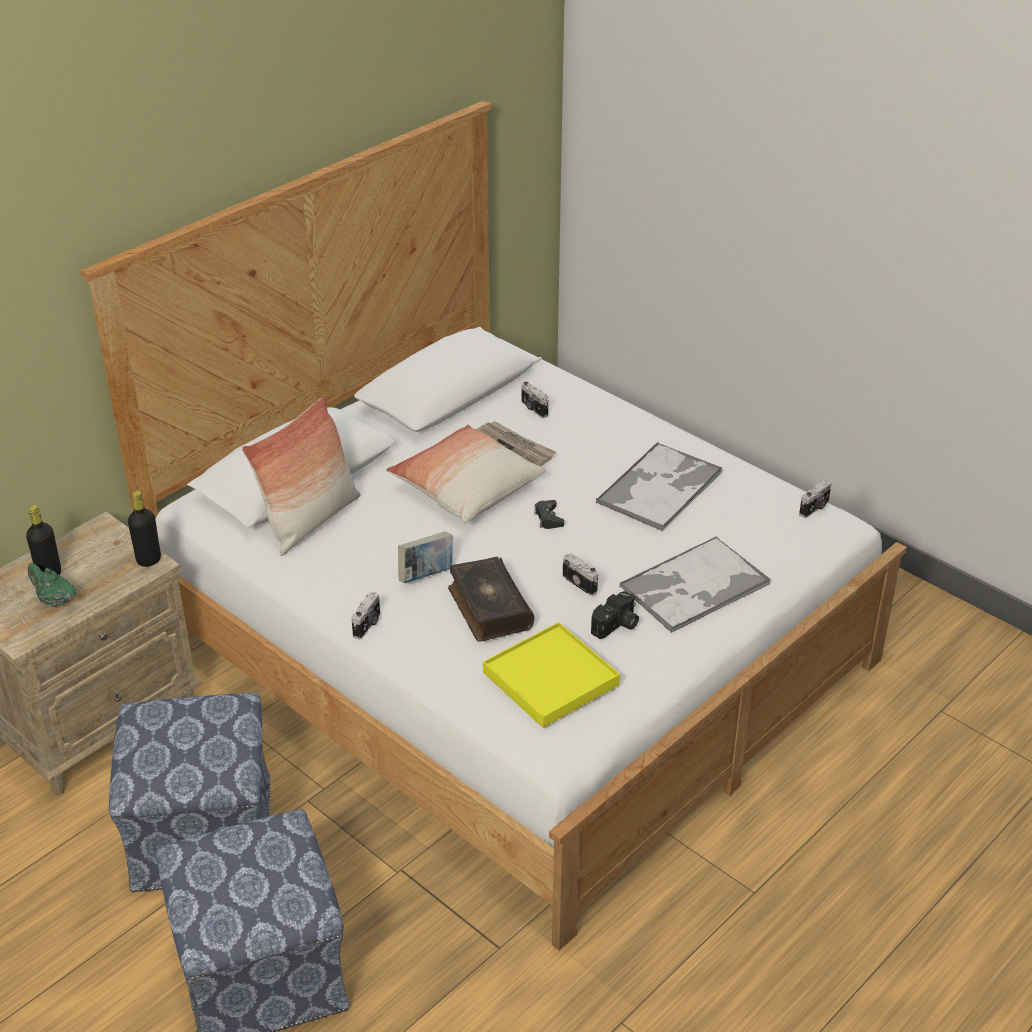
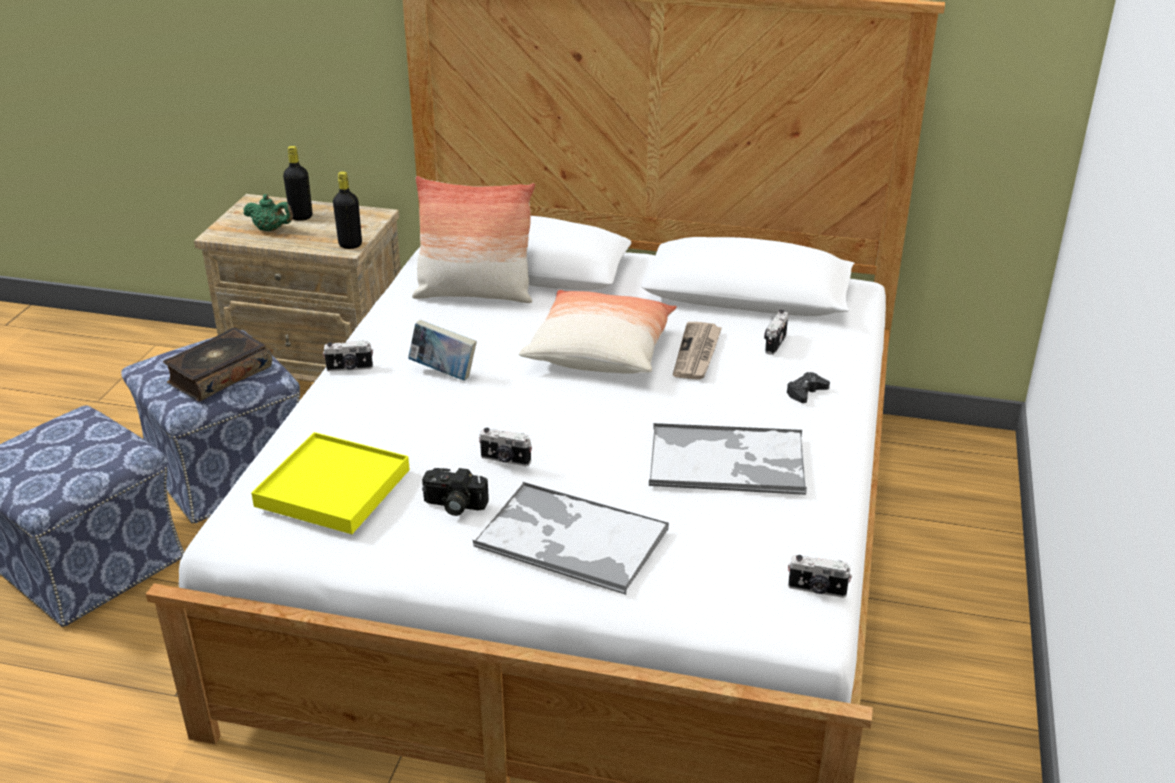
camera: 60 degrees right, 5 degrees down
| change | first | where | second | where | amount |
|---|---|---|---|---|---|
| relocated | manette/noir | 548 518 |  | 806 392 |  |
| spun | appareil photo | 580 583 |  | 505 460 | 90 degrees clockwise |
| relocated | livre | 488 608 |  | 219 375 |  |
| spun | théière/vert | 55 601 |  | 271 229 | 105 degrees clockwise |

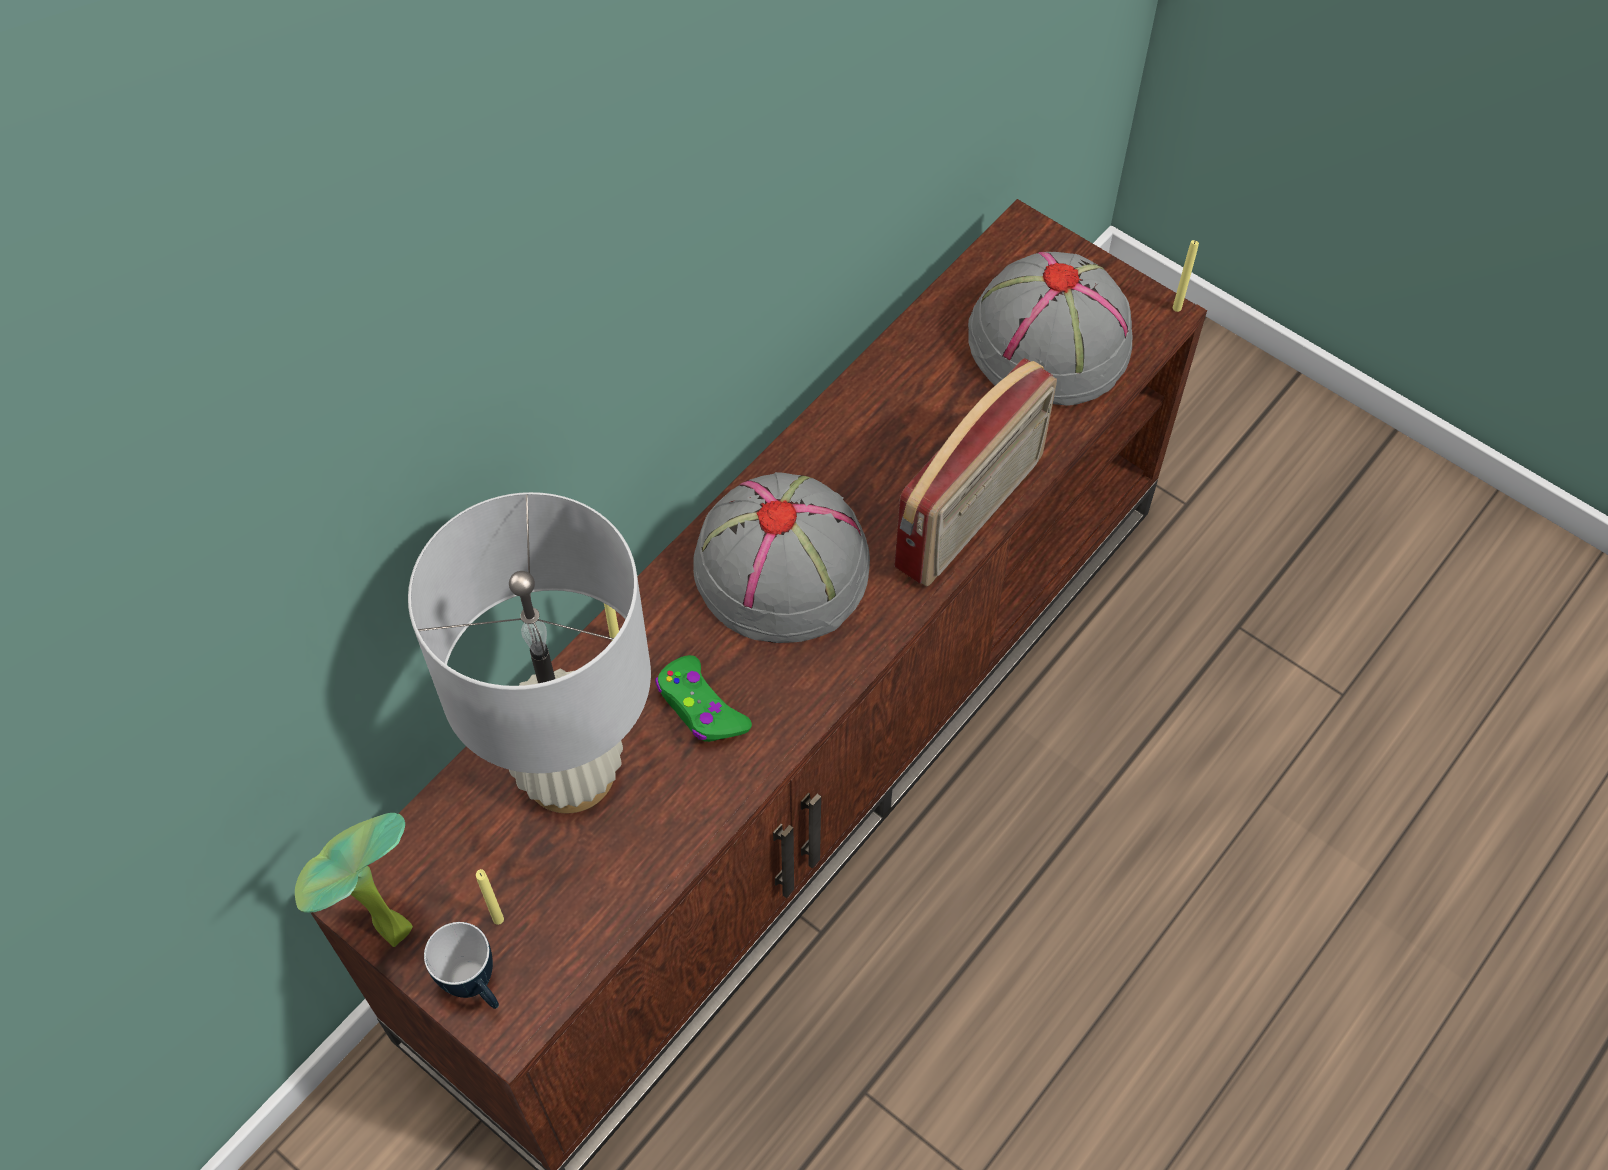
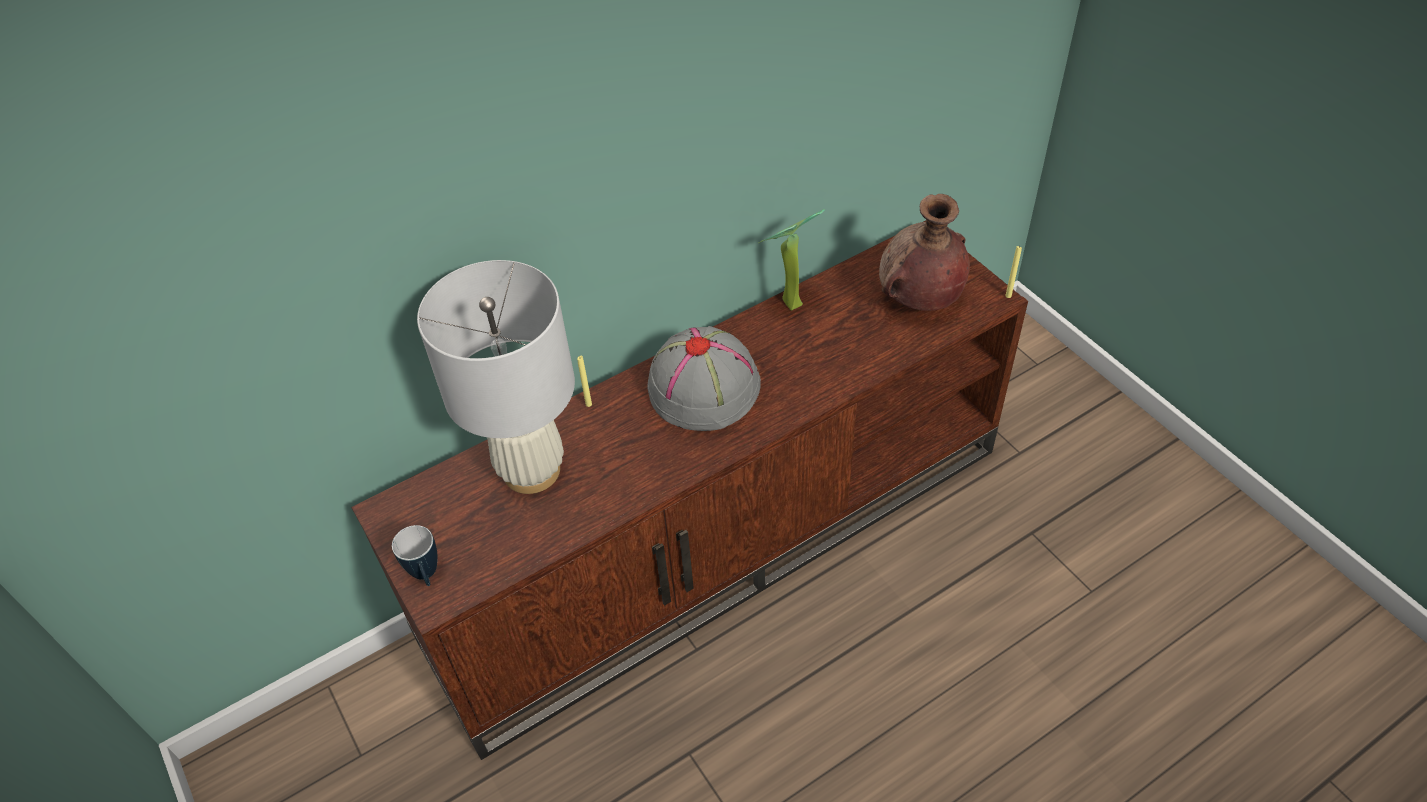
camera: 20 degrees right, 10 degrees down
| change | first | where | second | where | amount |
|---|---|---|---|---|---|
| exchanged | chapeau/gris | 1050 343 | vase/marron | 919 300 |  |
| missing | radio | 971 514 |  |  |  |
| missing | manette/vert | 700 708 |  |  |  |
| relocated | plante en pot | 383 930 |  | 786 303 |  |
| missing | bougie/jaune | 498 919 |  |  |  |

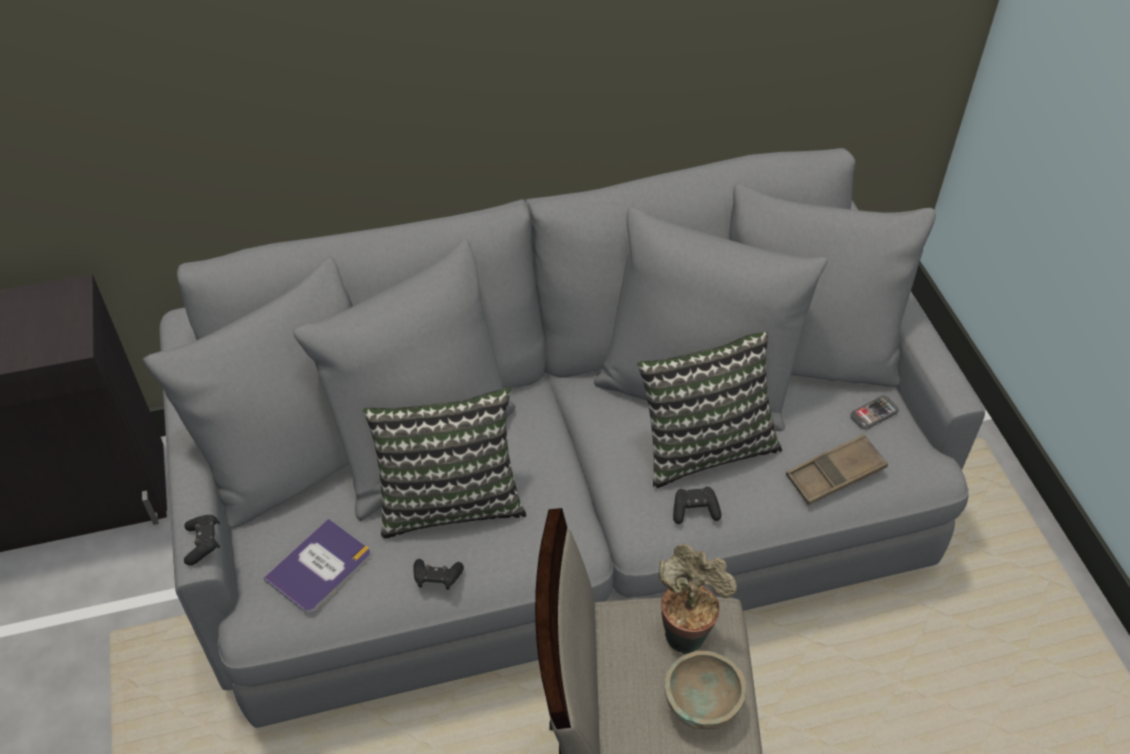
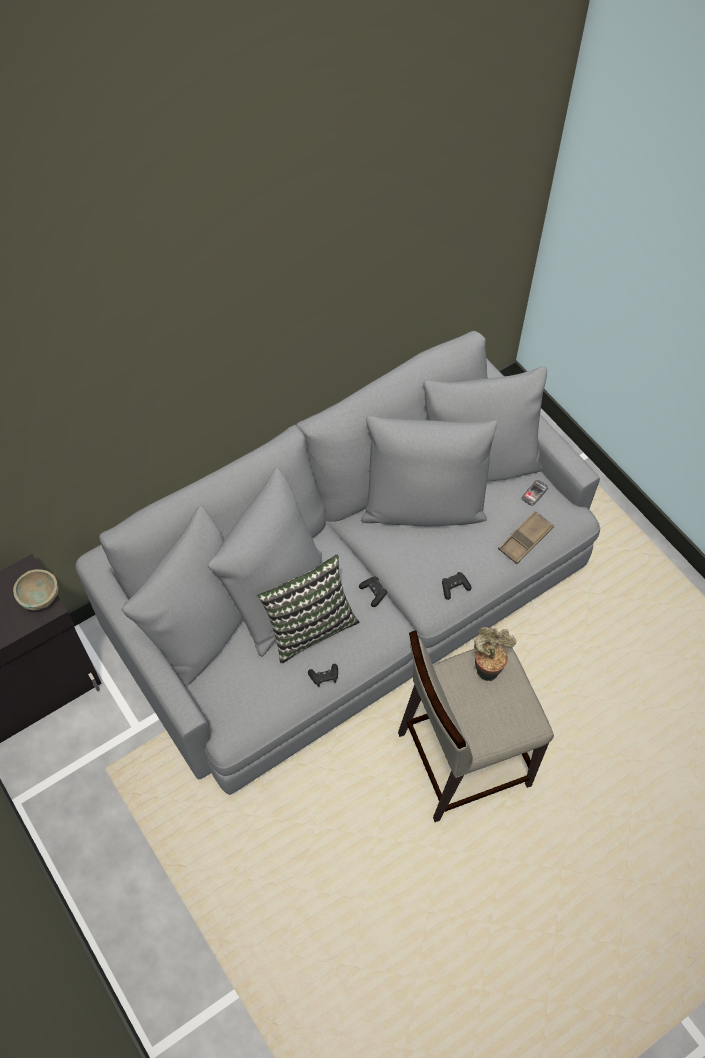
camera: 20 degrees left, 10 degrees up
| change | first | where | second | where | amount |
|---|---|---|---|---|---|
| missing | coussin | 704 445 |  |  |  |
| relocated | manette/noir | 204 544 |  | 373 593 |  |
| missing | livre | 319 567 |  |  |  |
| relocated | bol/beige | 701 704 |  | 40 598 |  |

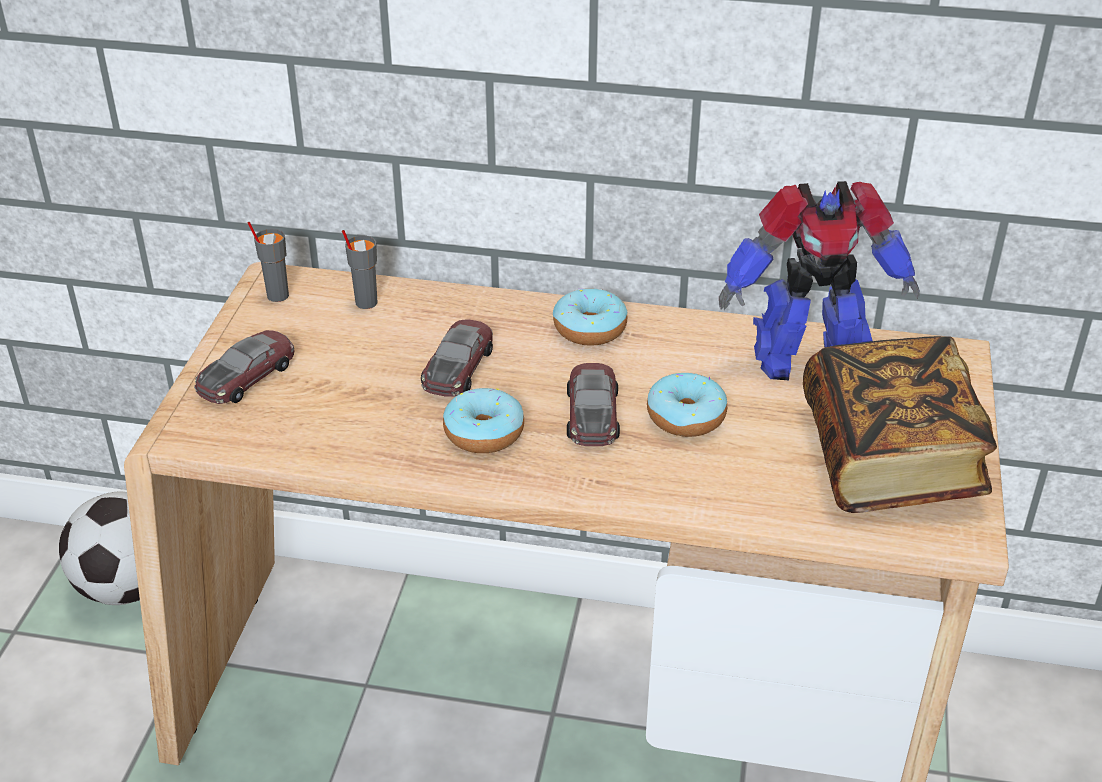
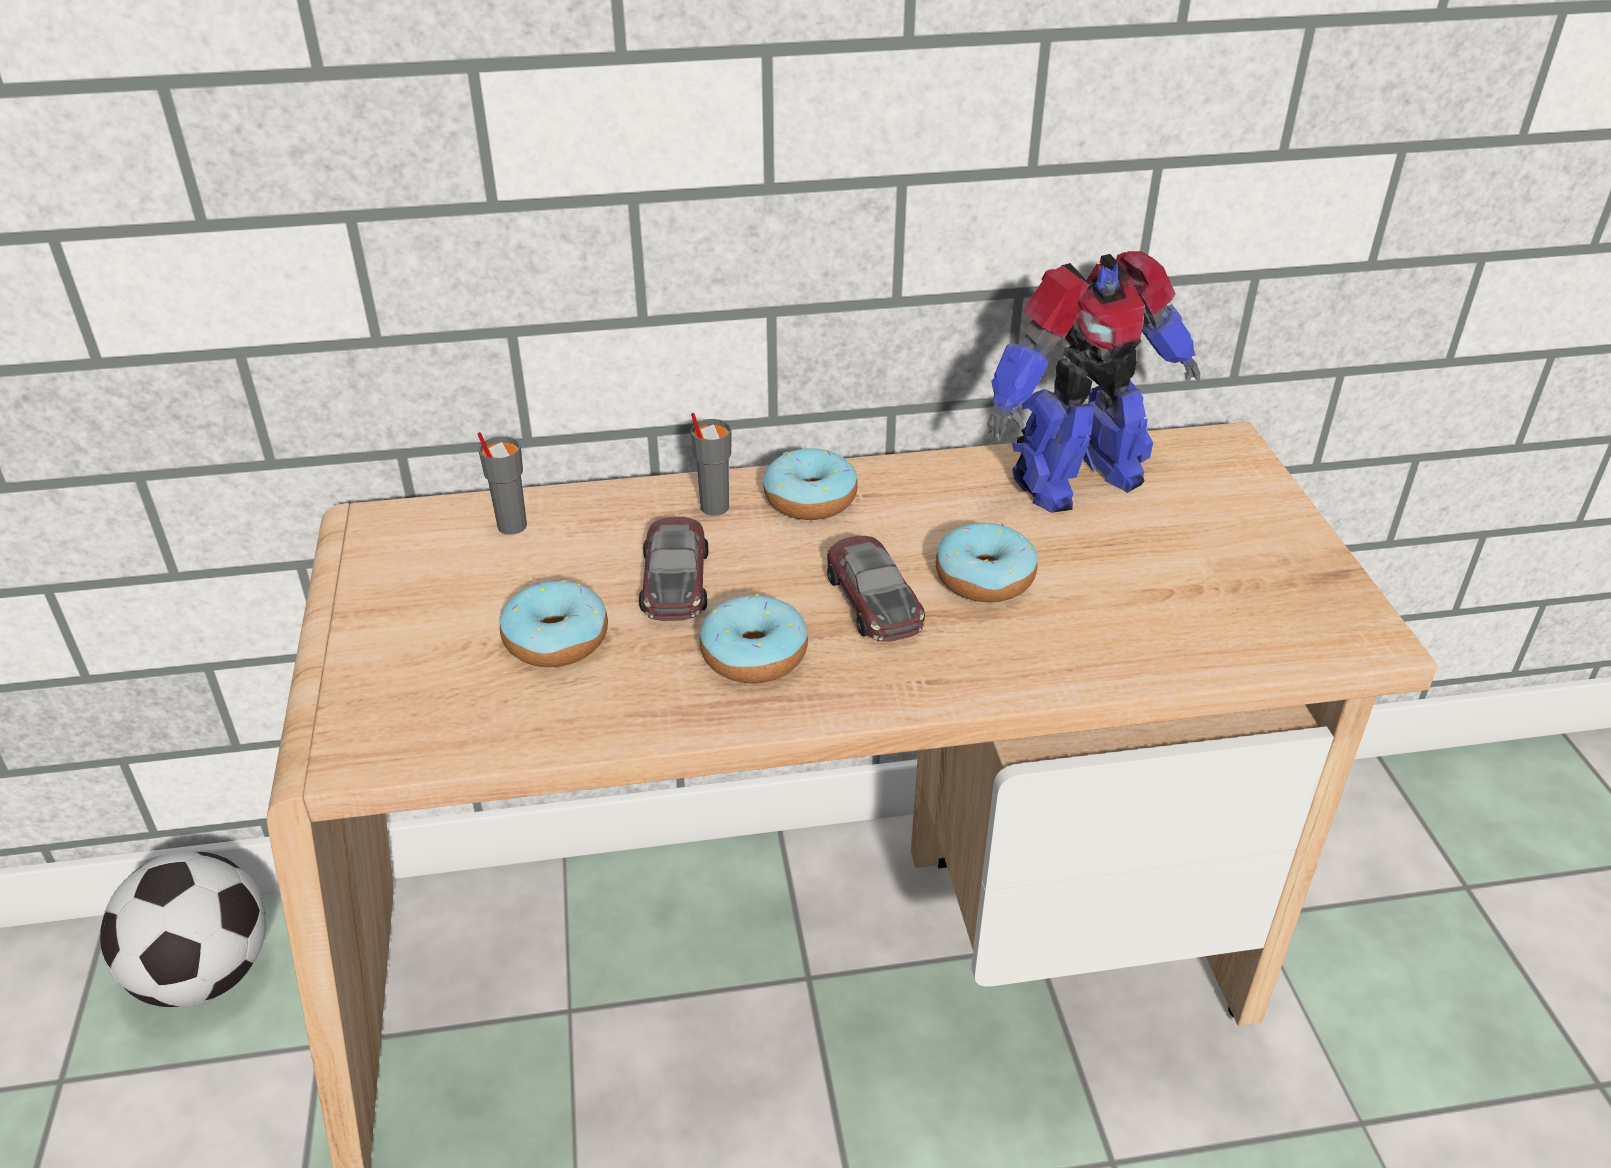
camera: 20 degrees left, 0 degrees up
| change | first | where | second | where | amount |
|---|---|---|---|---|---|
| relocated | tasse/gris | 277 295 |  | 713 507 |  |
| missing | petite voiture | 246 376 |  |  |  |
| missing | livre | 889 458 |  |  |  |
| appeared |  |  | beignet | 556 640 |  |

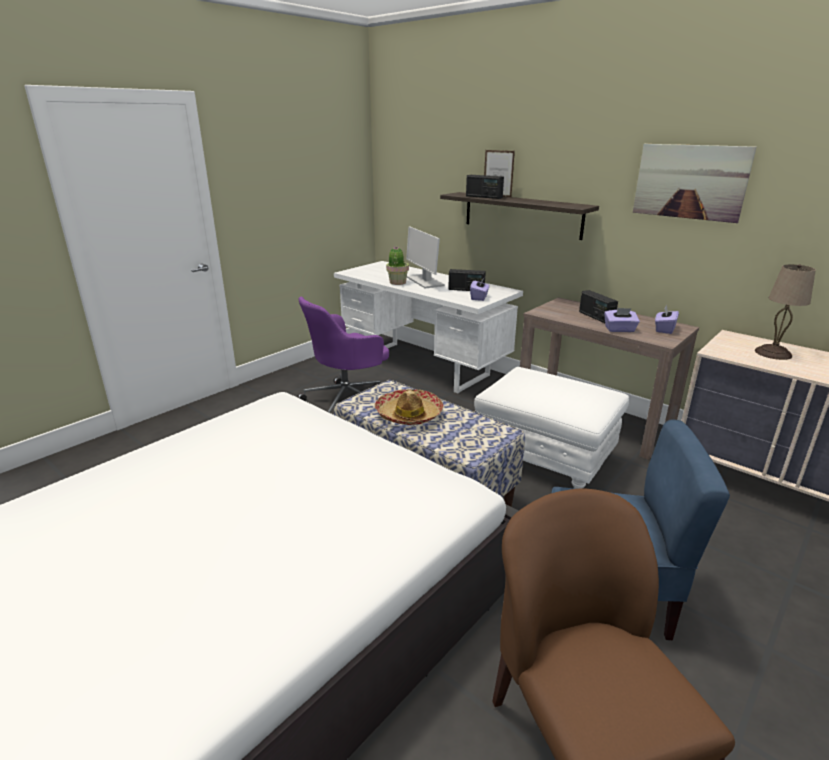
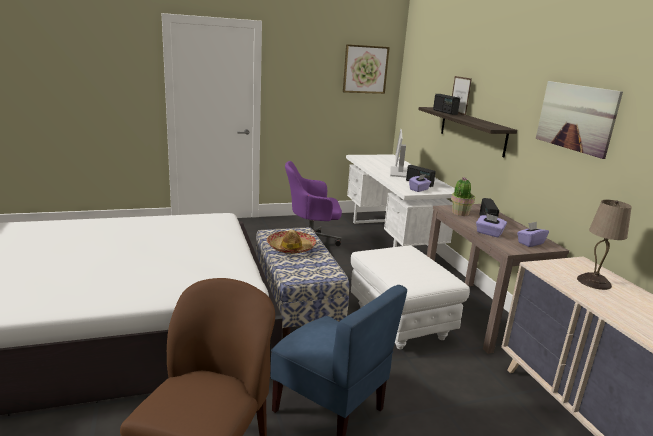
camera: 30 degrees right, 5 degrees down
| change | first | where | second | where | amount |
|---|---|---|---|---|---|
| relocated | plante en pot | 397 282 |  | 460 213 |  |
| appeared |  |  | tableau | 365 69 |  |

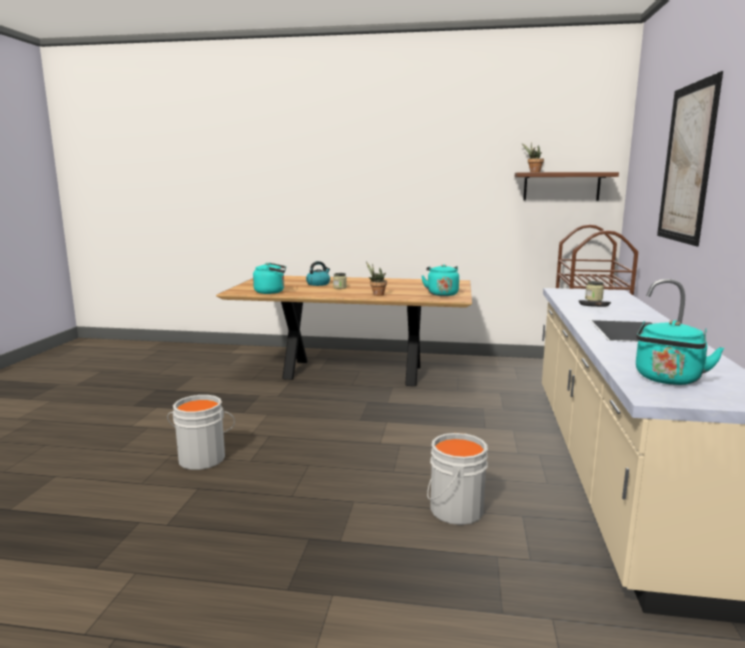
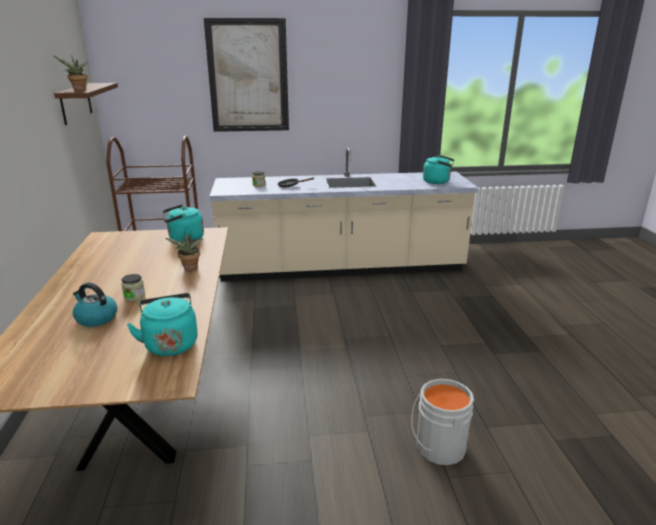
camera: 105 degrees left, 10 degrees up
| change | first | where | second | where | amount |
|---|---|---|---|---|---|
| missing | seau/gris | 453 509 |  |  |  |

